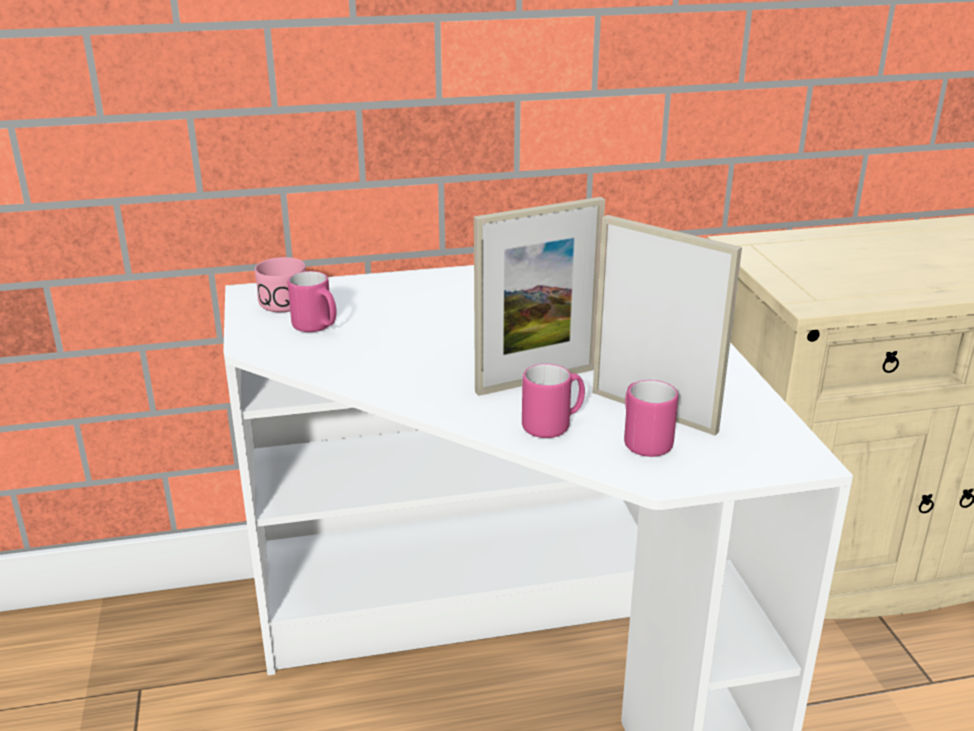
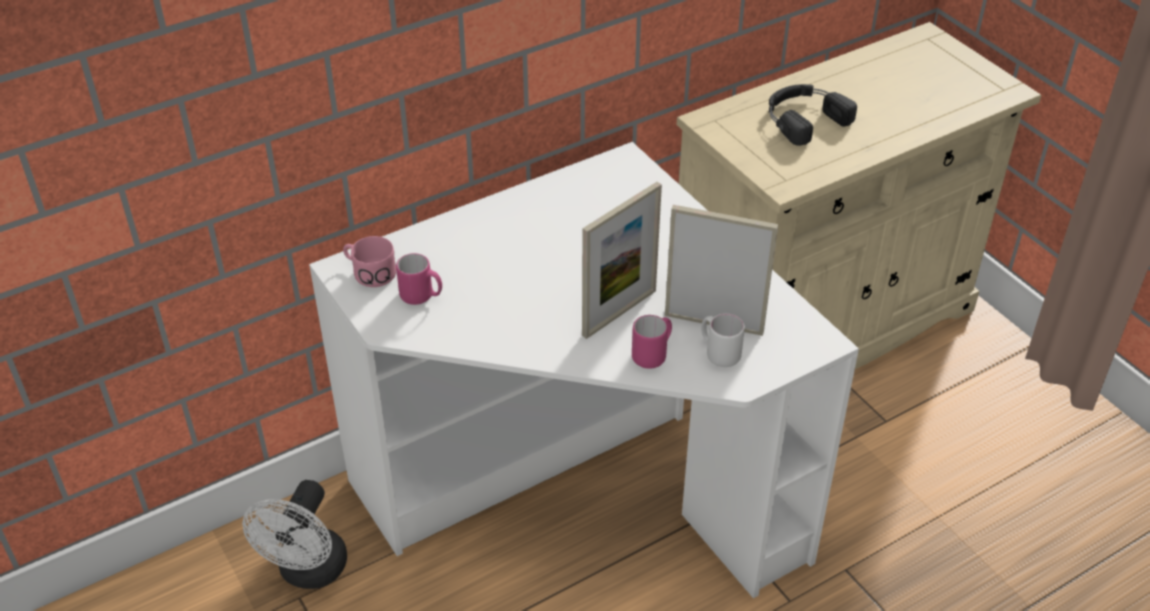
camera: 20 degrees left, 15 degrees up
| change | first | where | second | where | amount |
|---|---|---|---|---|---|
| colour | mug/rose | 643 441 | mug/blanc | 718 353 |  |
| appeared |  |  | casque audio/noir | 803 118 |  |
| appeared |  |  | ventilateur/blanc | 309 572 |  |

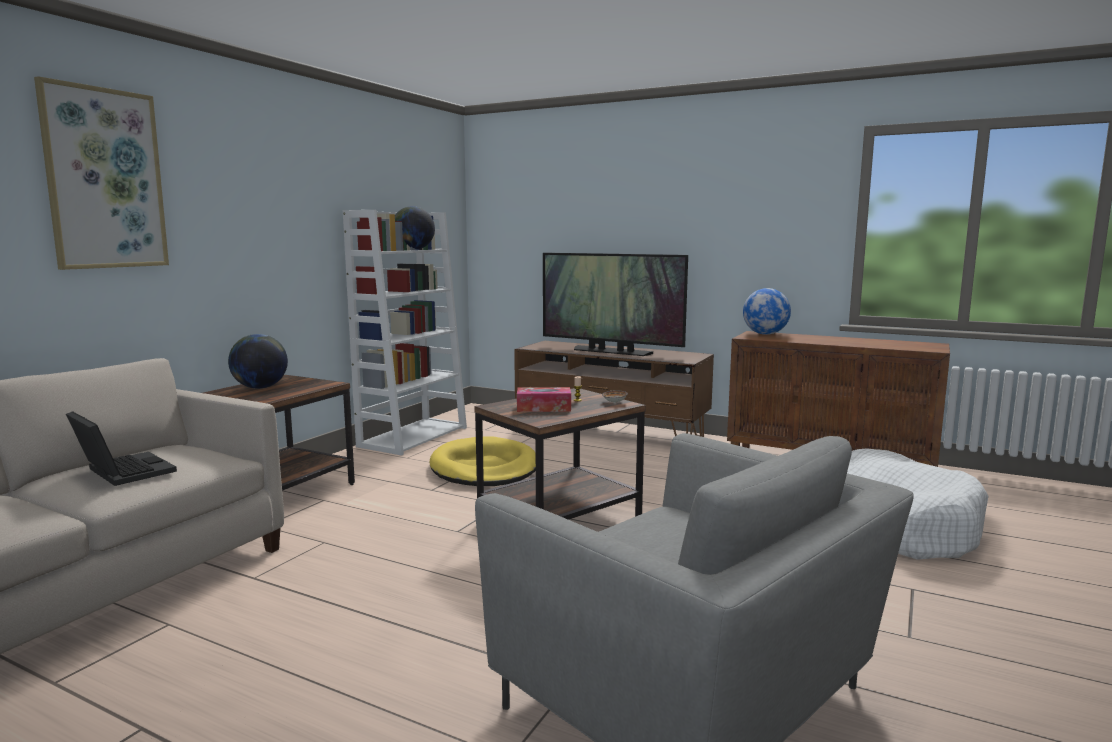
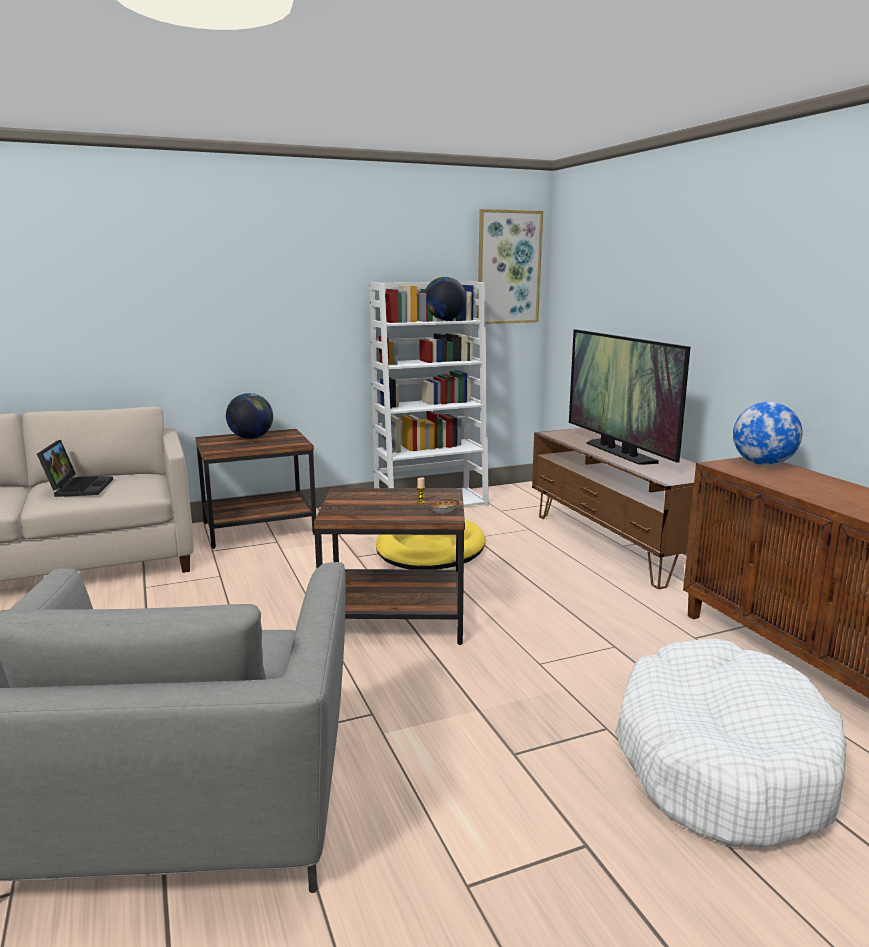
camera: 40 degrees right, 5 degrees up
| change | first | where | second | where | amount |
|---|---|---|---|---|---|
| relocated | tableau | 104 179 |  | 508 267 |  |
| missing | boîte à mouchoirs | 543 408 |  |  |  |

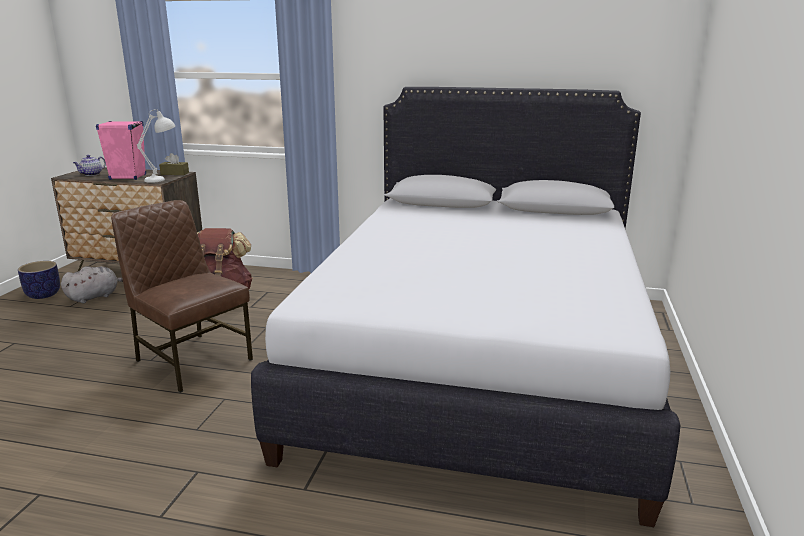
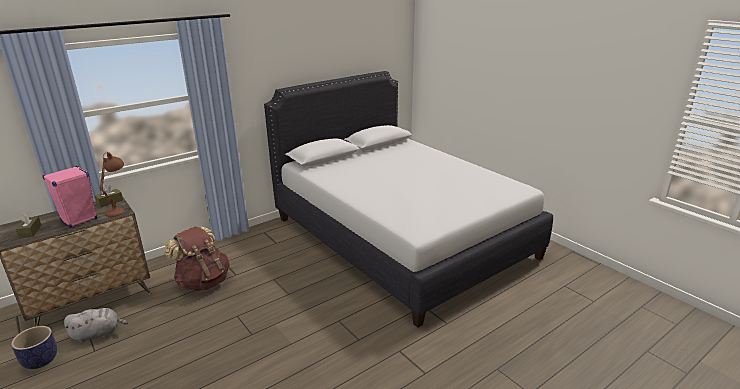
camera: 50 degrees left, 5 degrees up
| change | first | where | second | where | amount |
|---|---|---|---|---|---|
| colour | lampe de table/blanc | 163 179 | lampe de table/marron | 120 209 |  |
| exchanged | théière | 91 174 | boîte à mouchoirs/marron | 30 231 |  |
| missing | chaise/marron | 192 360 |  |  |  |
| spun | peluche/gris | 95 297 |  | 98 334 | 75 degrees clockwise |

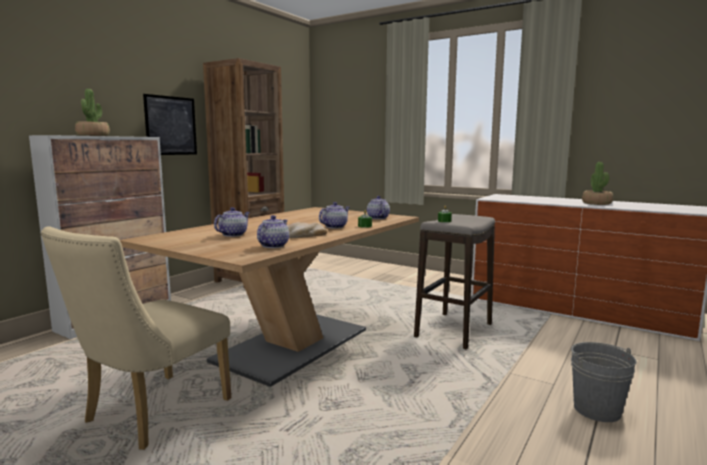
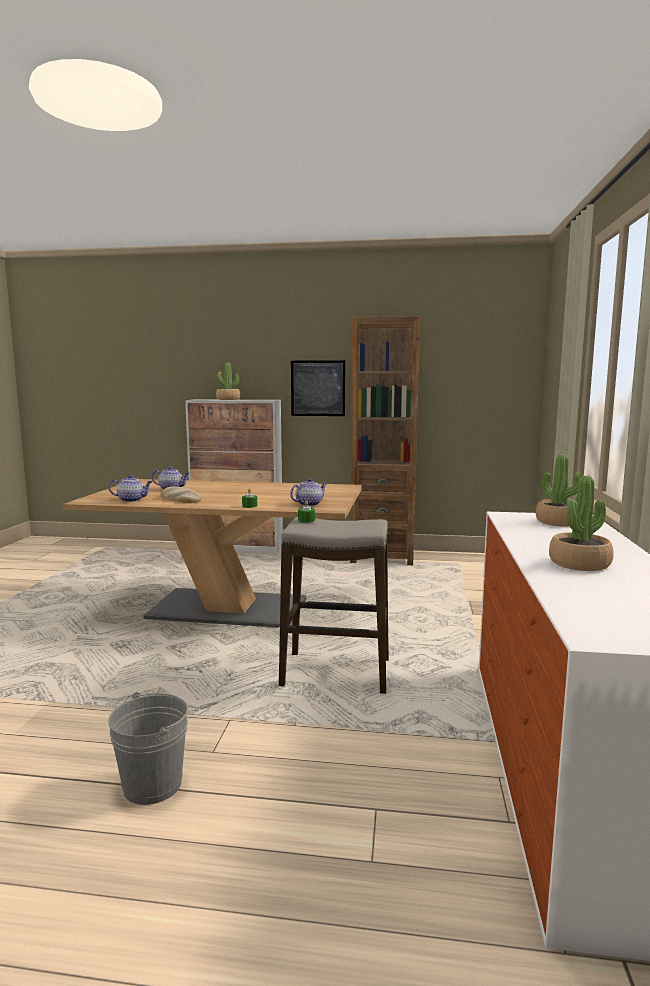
camera: 65 degrees right, 0 degrees up
| change | first | where | second | where | amount |
|---|---|---|---|---|---|
| missing | théière | 335 227 |  |  |  |
| missing | chaise/beige | 150 415 |  |  |  |
| appeared |  |  | plante en pot | 559 522 |  |

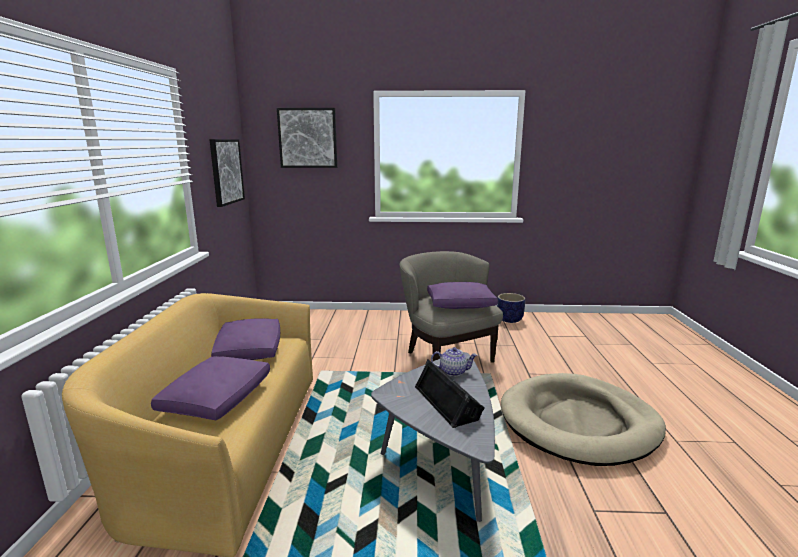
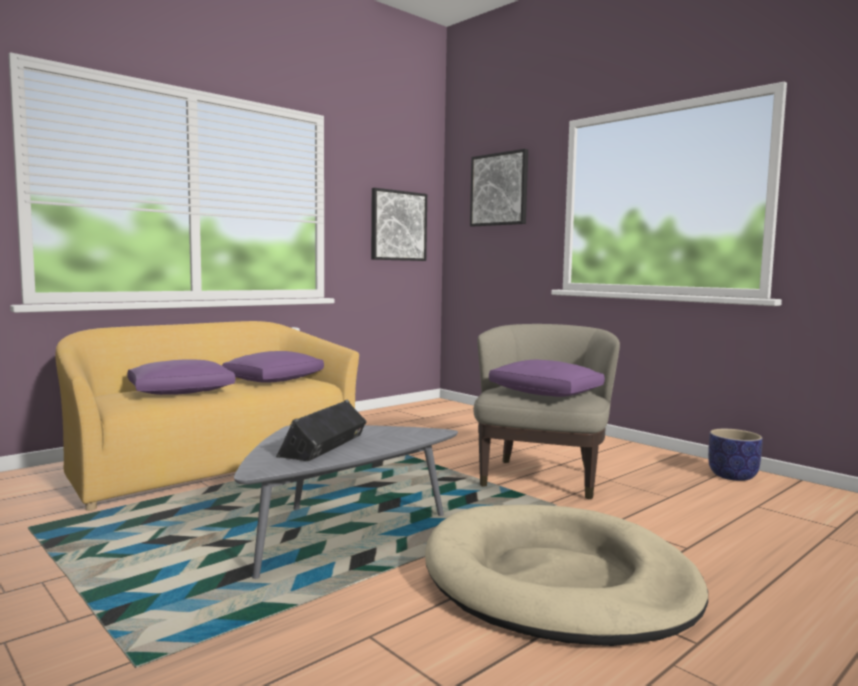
camera: 45 degrees right, 10 degrees down
| change | first | where | second | where | amount |
|---|---|---|---|---|---|
| missing | théière | 453 371 |  |  |  |

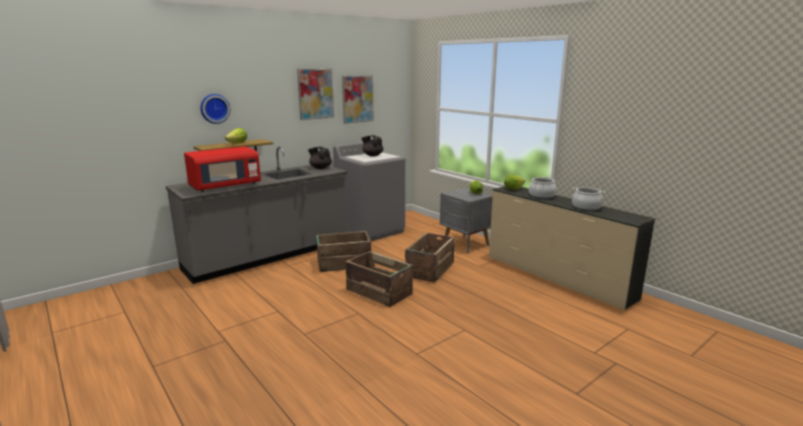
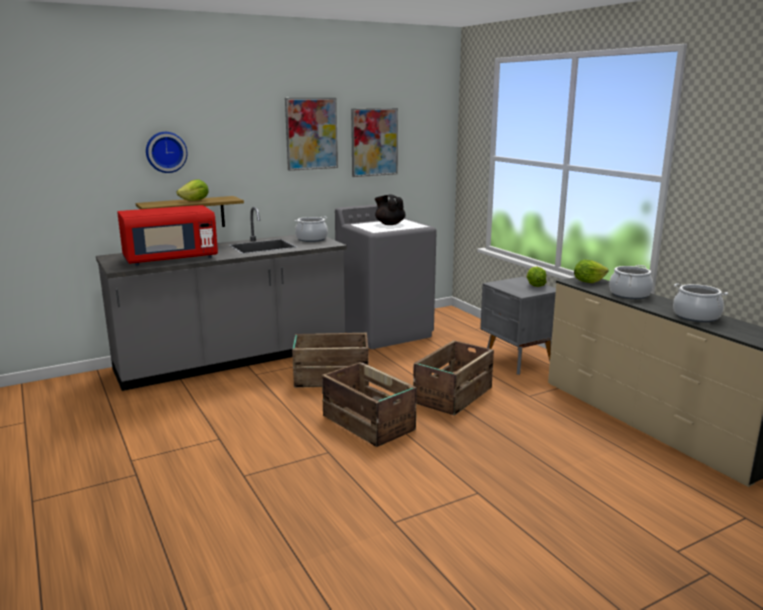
camera: 10 degrees right, 0 degrees up
| change | first | where | second | where | amount |
|---|---|---|---|---|---|
| exchanged | théière/noir | 320 168 | marmite | 311 239 |  |

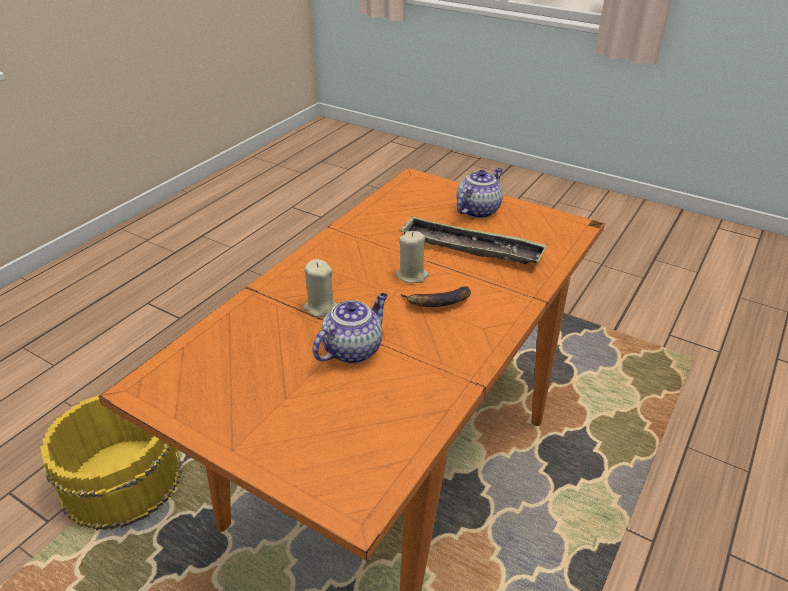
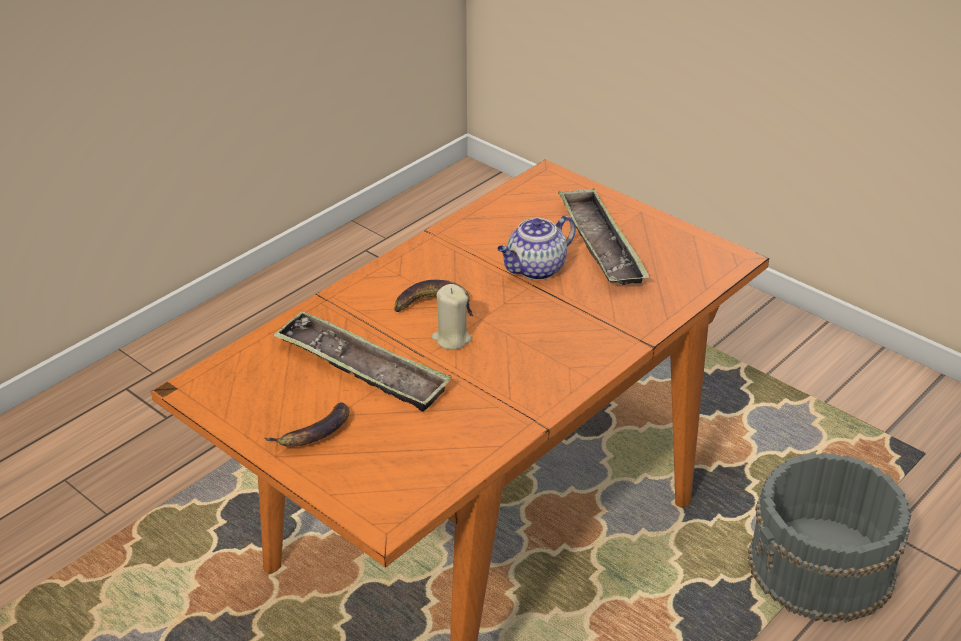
camera: 170 degrees left, 0 degrees up
| change | first | where | second | where | amount |
|---|---|---|---|---|---|
| exchanged | théière | 478 210 | banane | 314 433 |  |
| missing | bougie/beige | 320 307 |  |  |  |
| colour | seau/jaune | 123 480 | seau/gris | 821 567 |  |
| appeared |  |  | plateau | 600 244 |  |

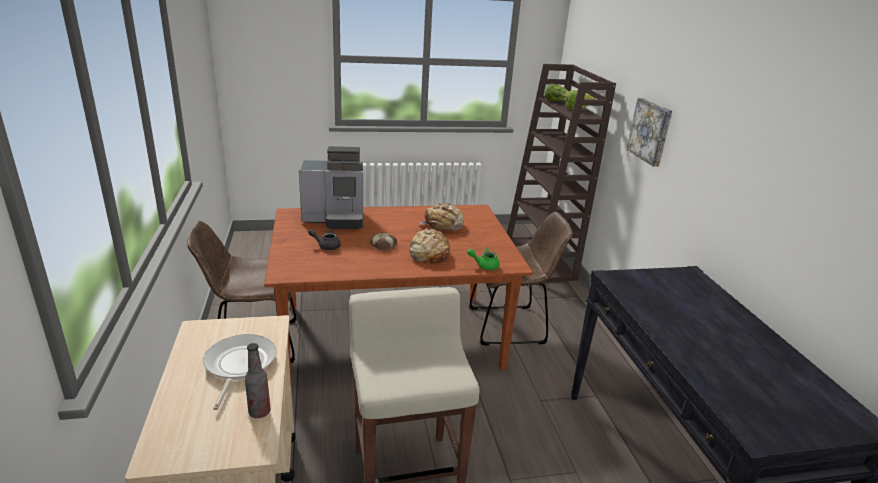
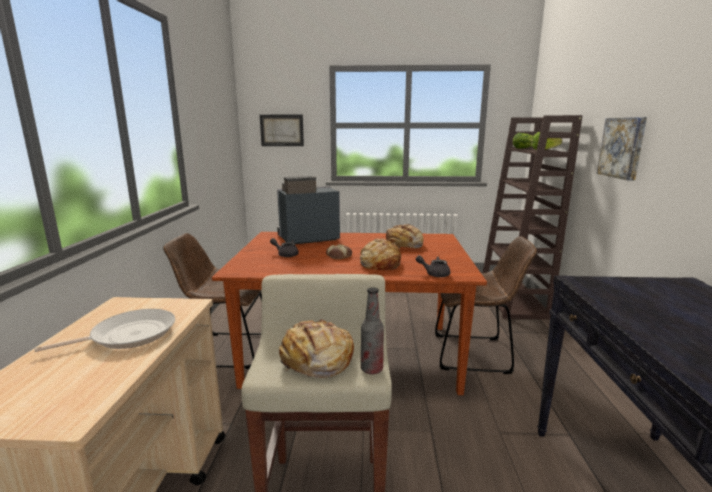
camera: 15 degrees right, 10 degrees down
| change | first | where | second | where | amount |
|---|---|---|---|---|---|
| spun | machine à café | 336 219 |  | 306 238 | 150 degrees clockwise |
| colour | théière/vert | 484 265 | théière/gris | 434 274 |  |
| spun | poêle | 239 365 |  | 129 335 | 45 degrees clockwise |
| relocated | bouteille | 259 412 |  | 371 369 |  |
| appeared |  |  | tableau | 282 130 |  |
| appeared |  |  | pain | 316 360 |  |

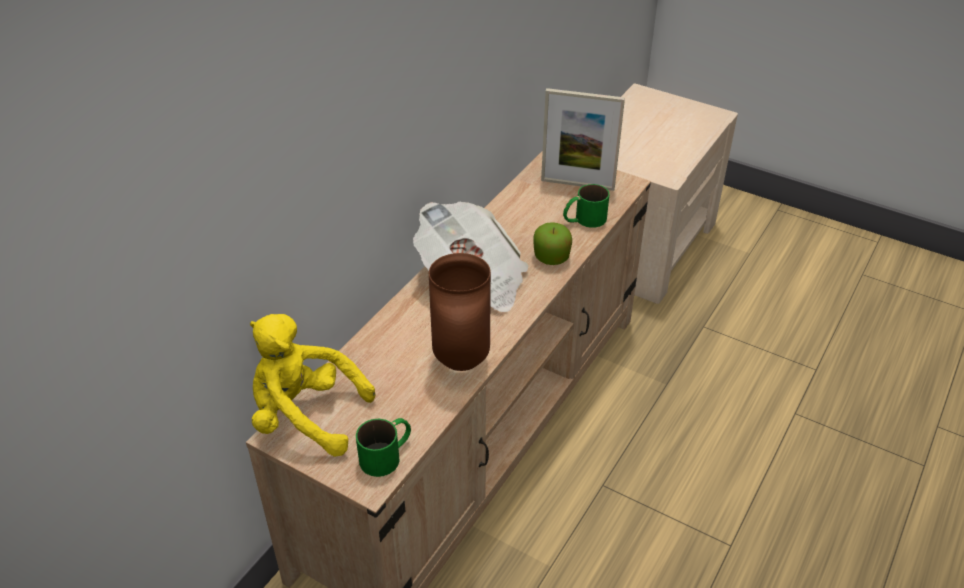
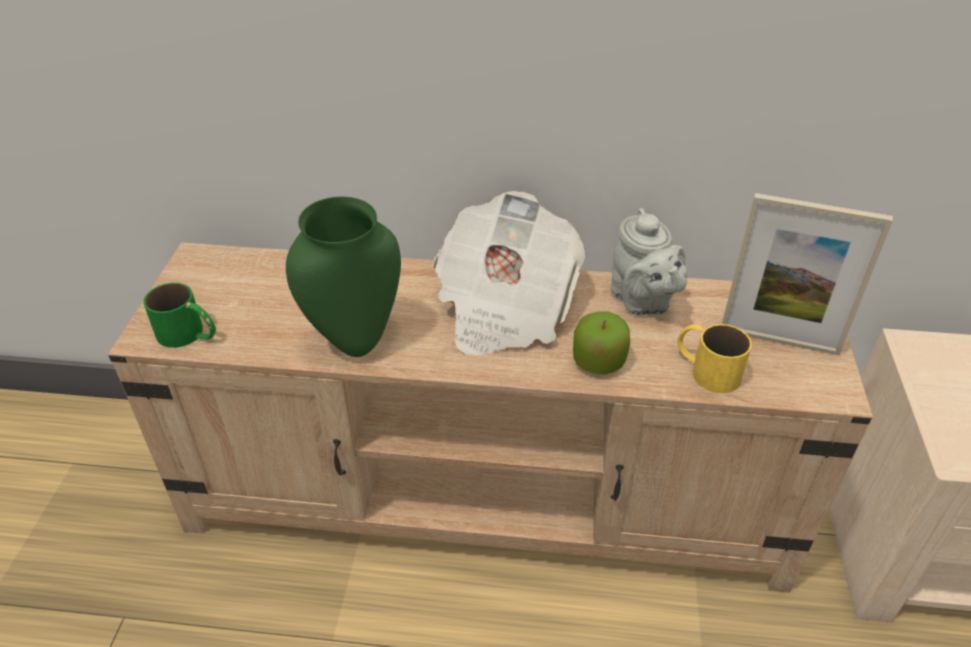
camera: 65 degrees right, 0 degrees up
| change | first | where | second | where | amount |
|---|---|---|---|---|---|
| spun | cadre photo | 577 184 |  | 779 340 | 60 degrees counterclockwise |
| colour | mug/vert | 584 219 | mug/jaune | 705 369 |  |
| colour | vase/marron | 463 362 | vase/vert | 355 344 |  |
| missing | peluche/jaune | 305 416 |  |  |  |
| appeared |  |  | théière/gris | 642 301 |  |

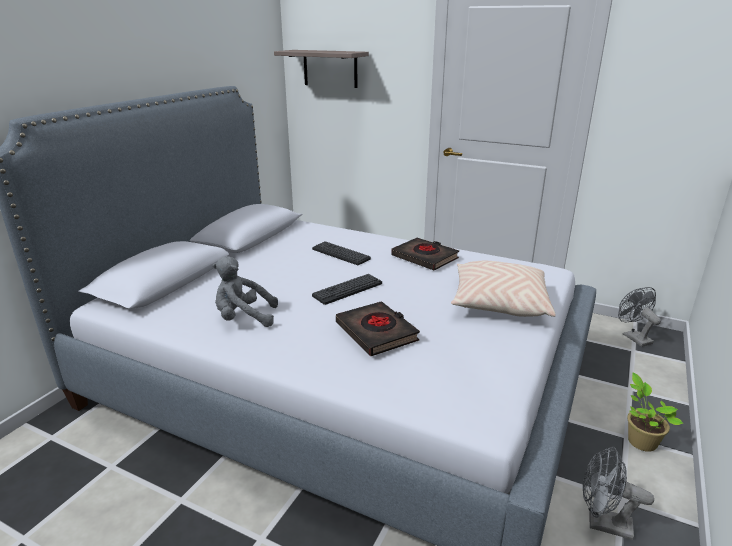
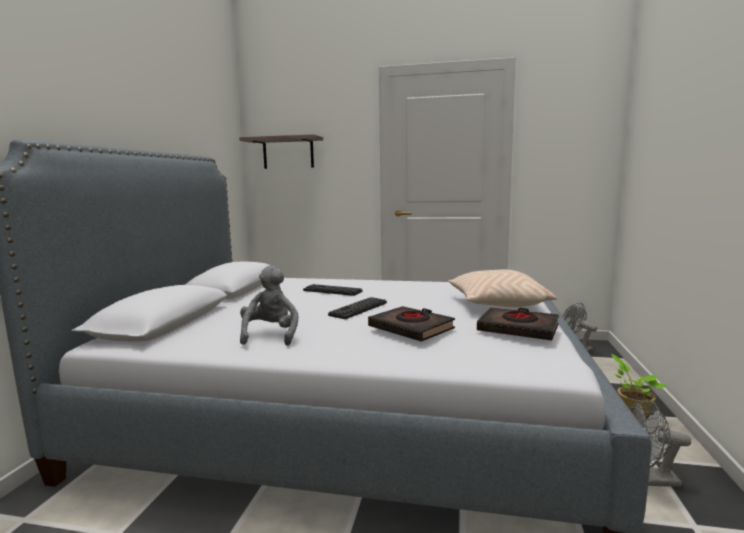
camera: 15 degrees left, 15 degrees down
| change | first | where | second | where | amount |
|---|---|---|---|---|---|
| relocated | livre/noir | 425 258 |  | 518 329 |  |
| spun | peluche/gris | 244 318 |  | 270 335 | 105 degrees clockwise |

